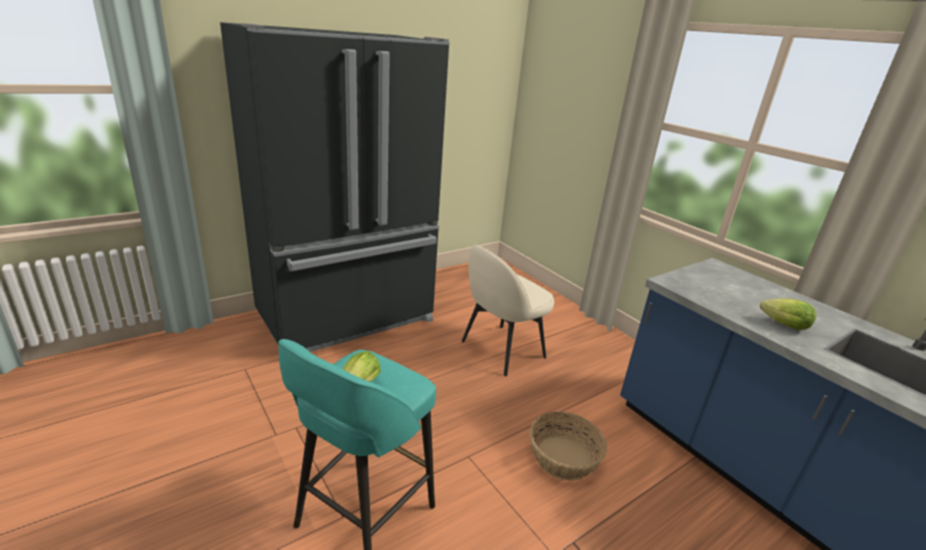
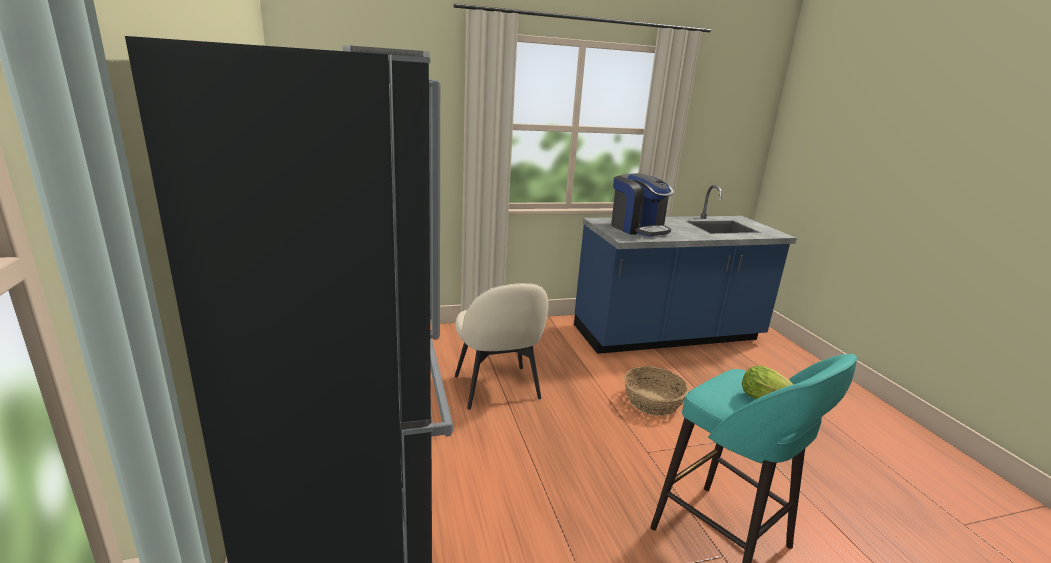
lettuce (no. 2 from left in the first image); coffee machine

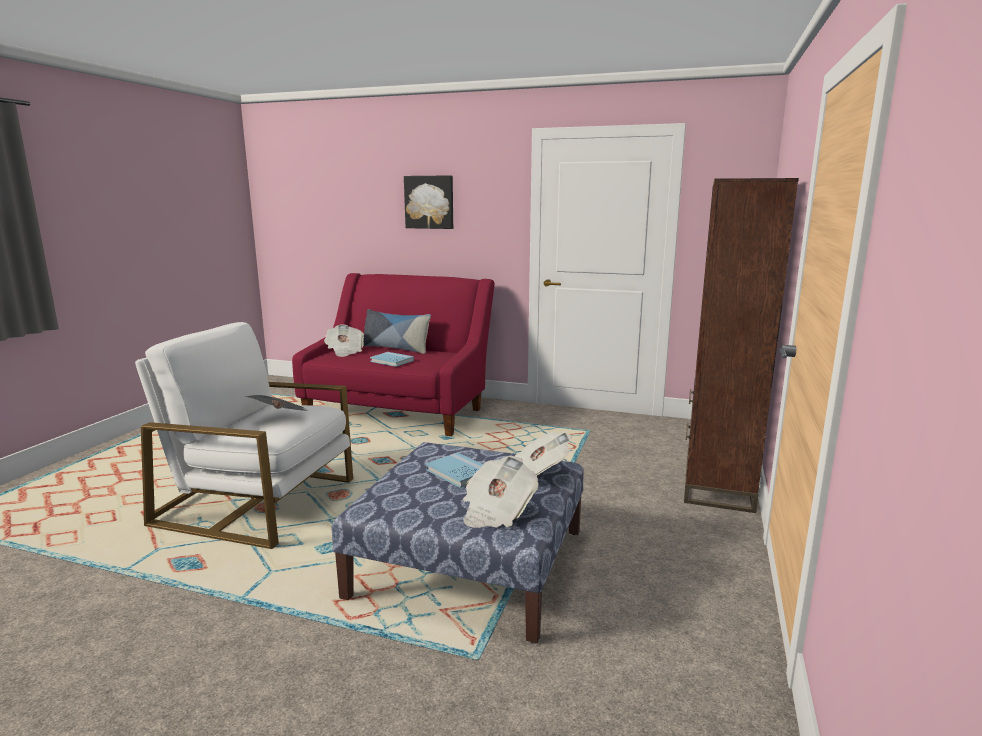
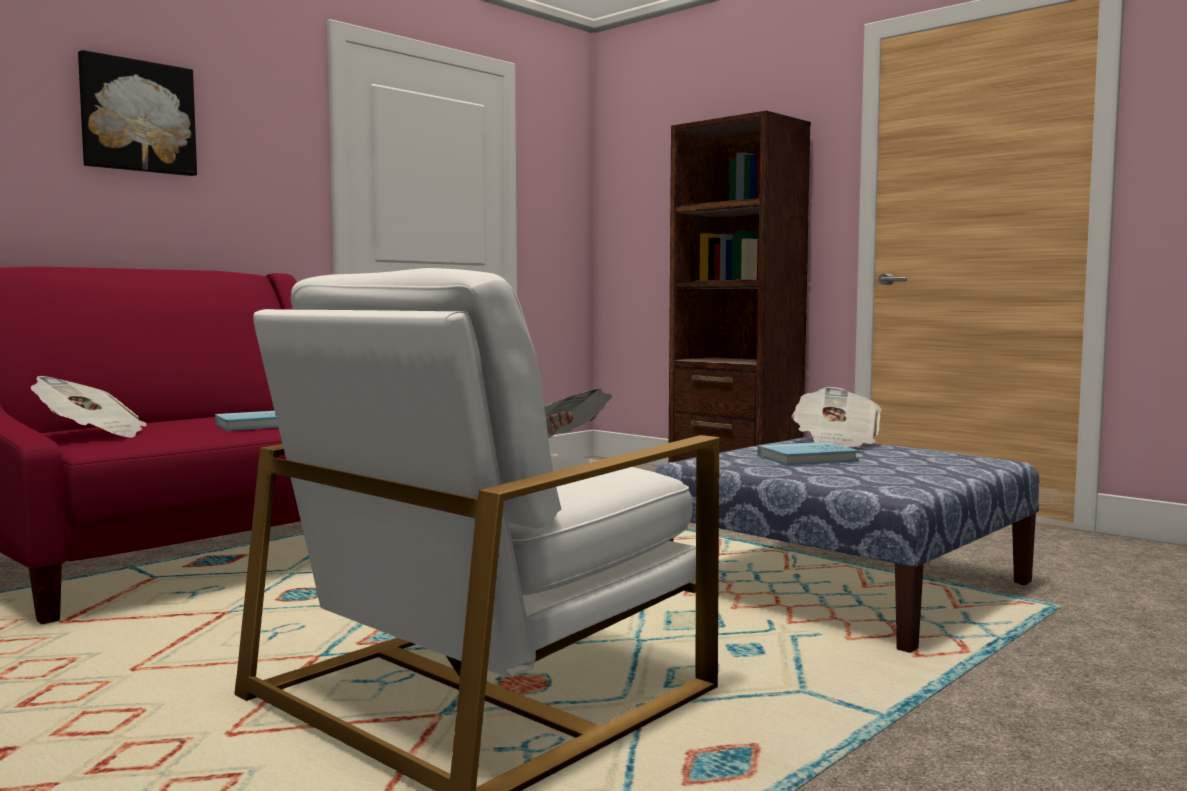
pillow; newspaper (no. 3 from left in the first image)

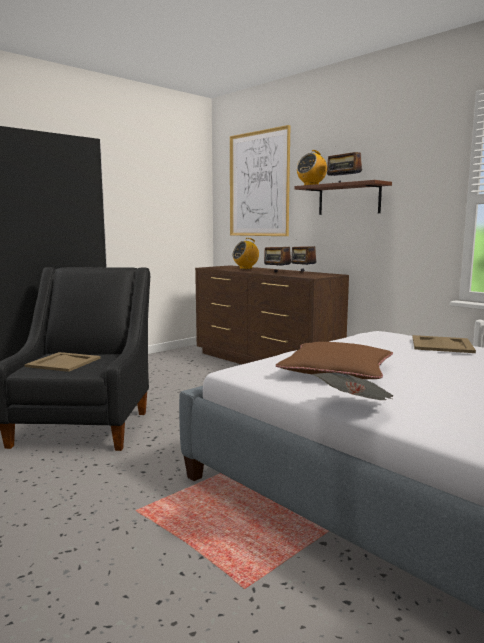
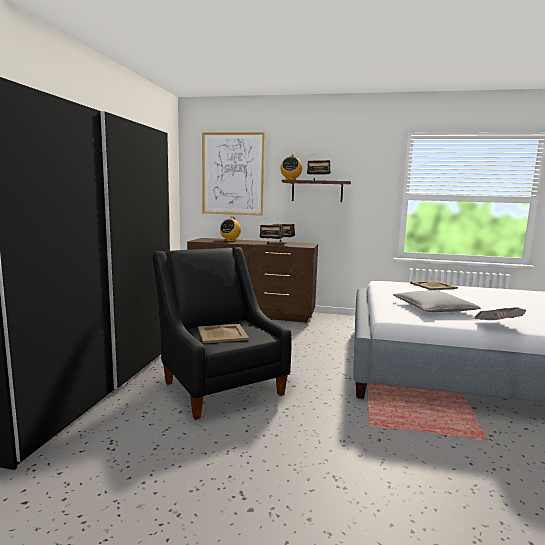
grey pillow

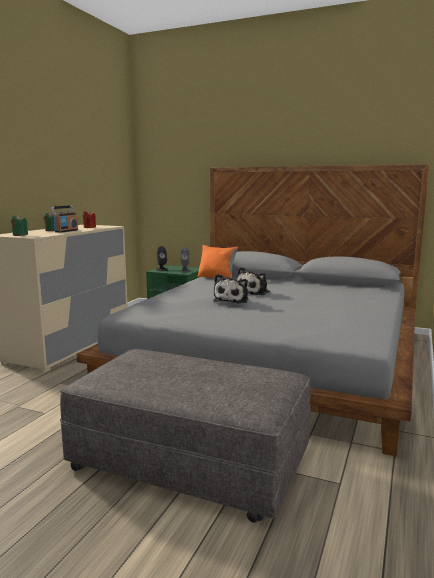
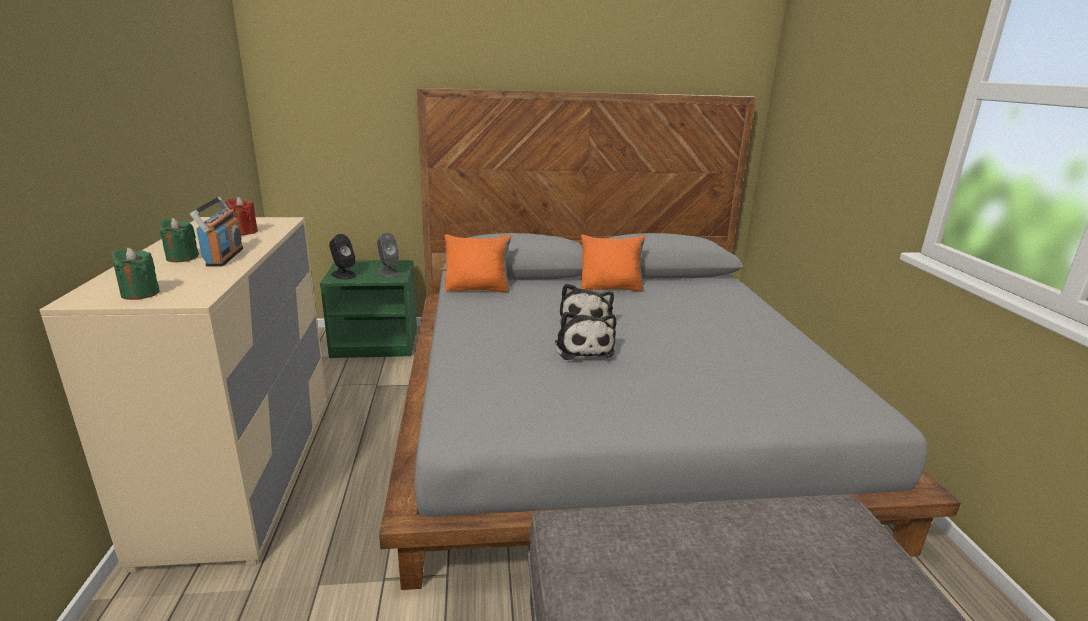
orange pillow (no. 2 from left)

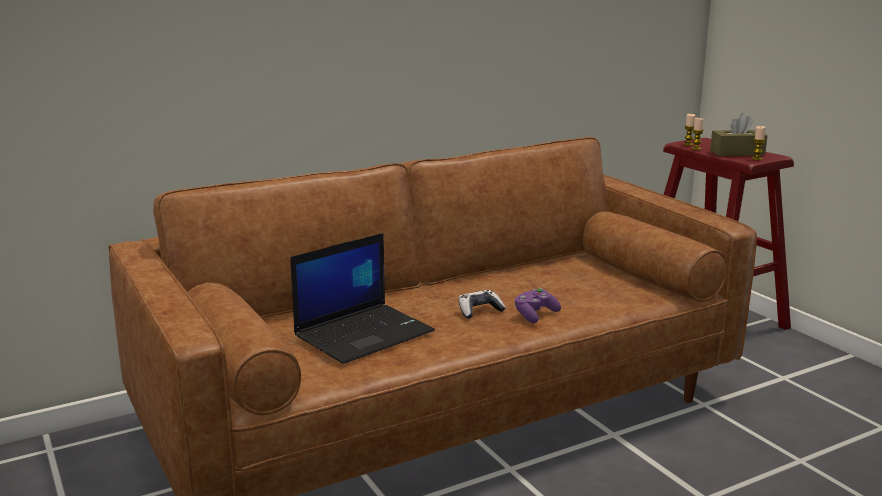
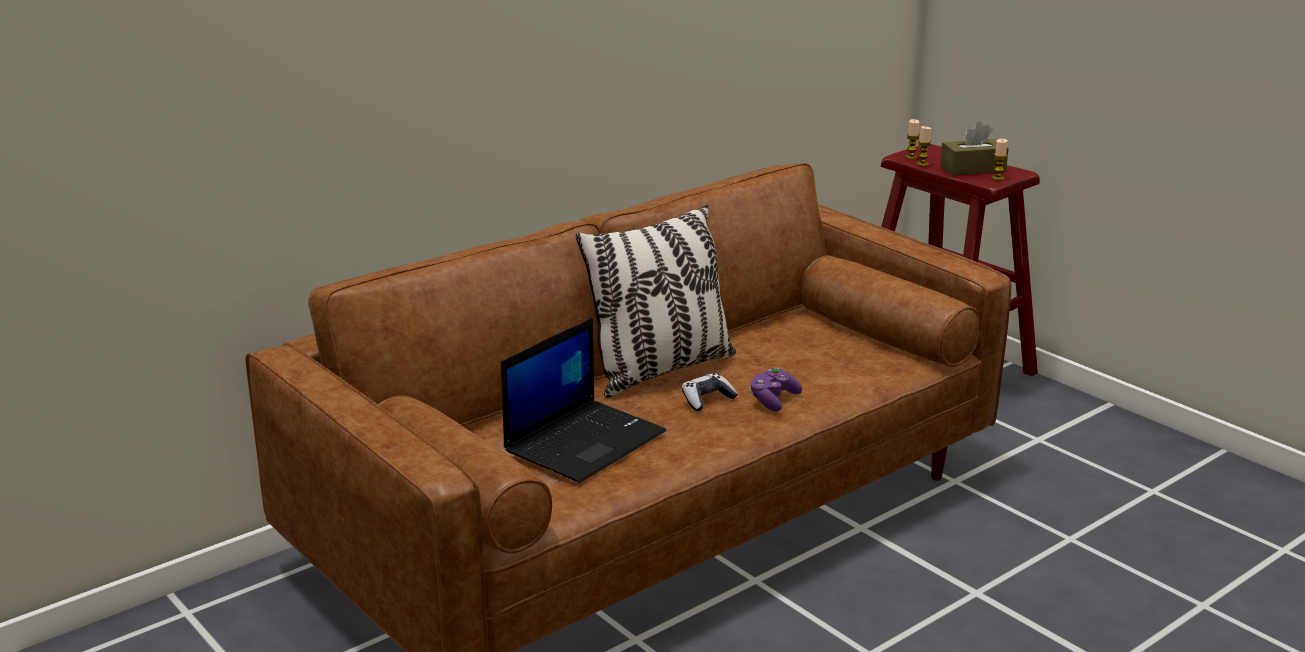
pillow

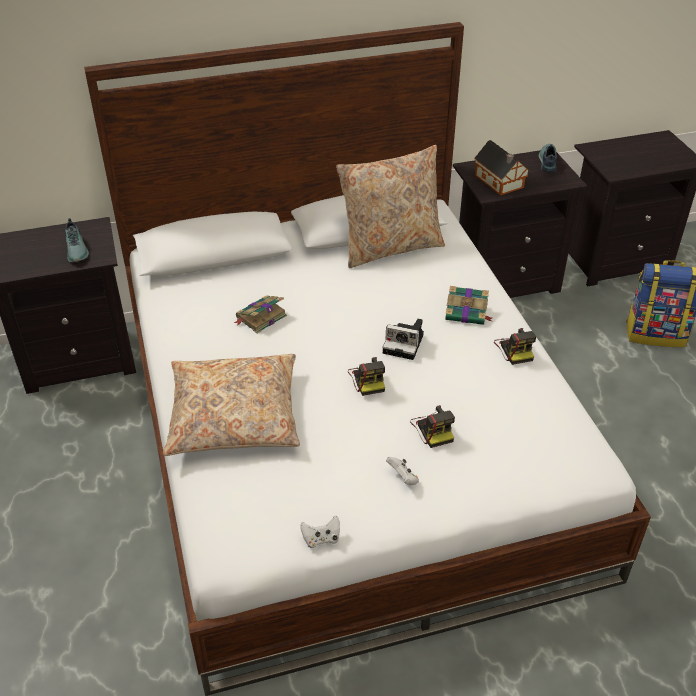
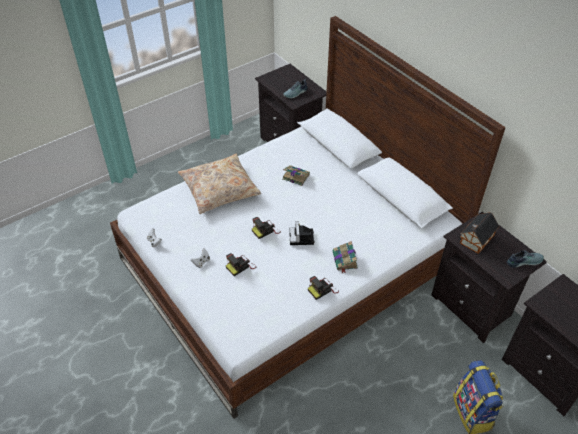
beige pillow (no. 2 from left in the first image)

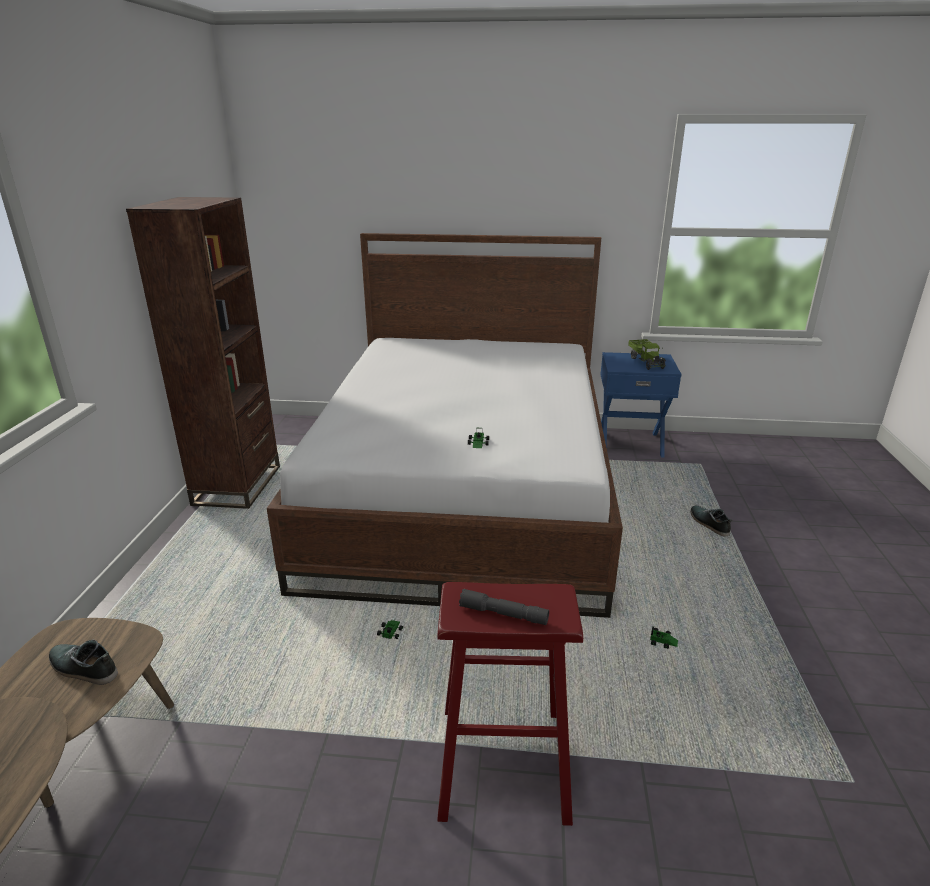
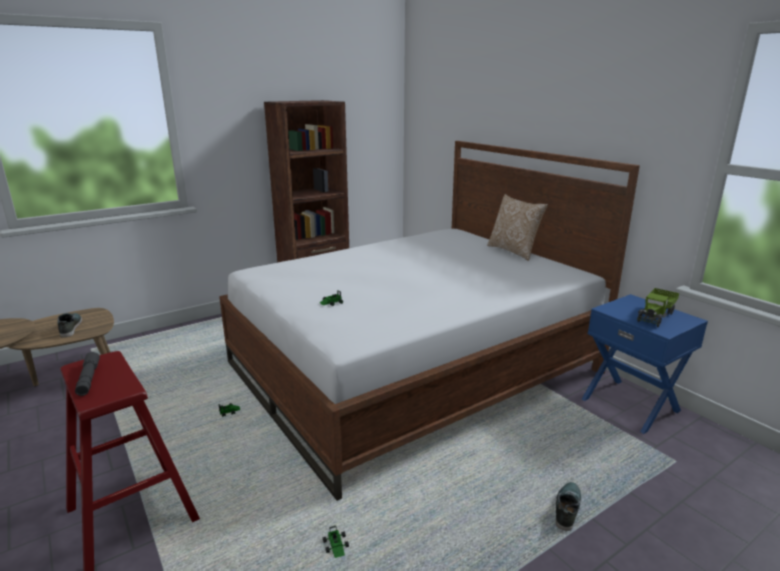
pillow

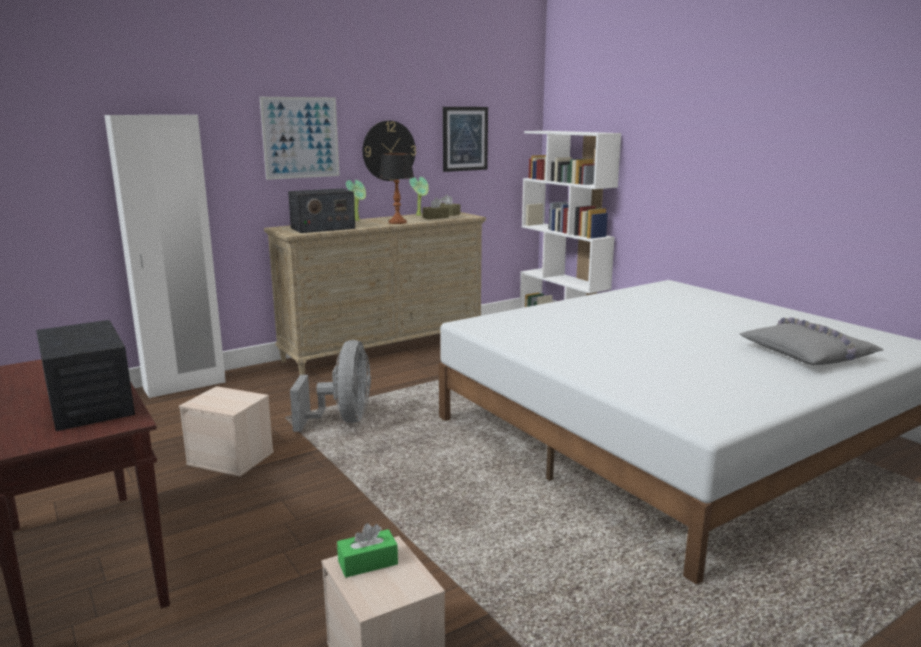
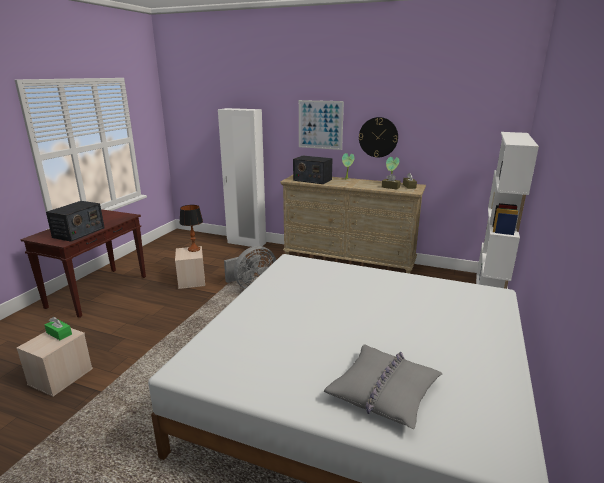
picture (no. 2 from left in the first image); table lamp

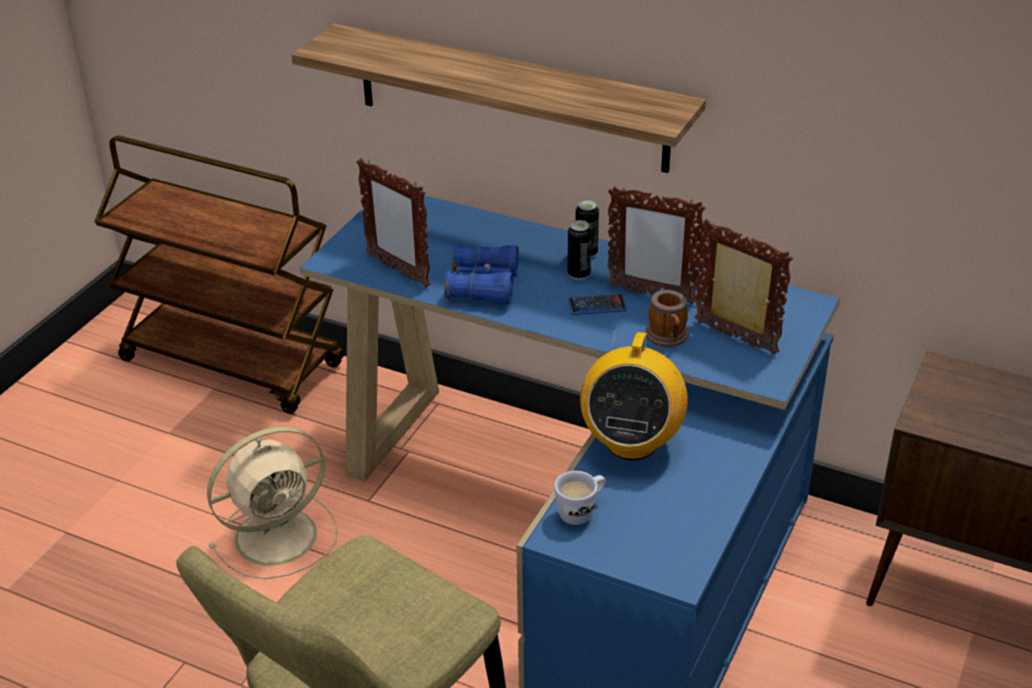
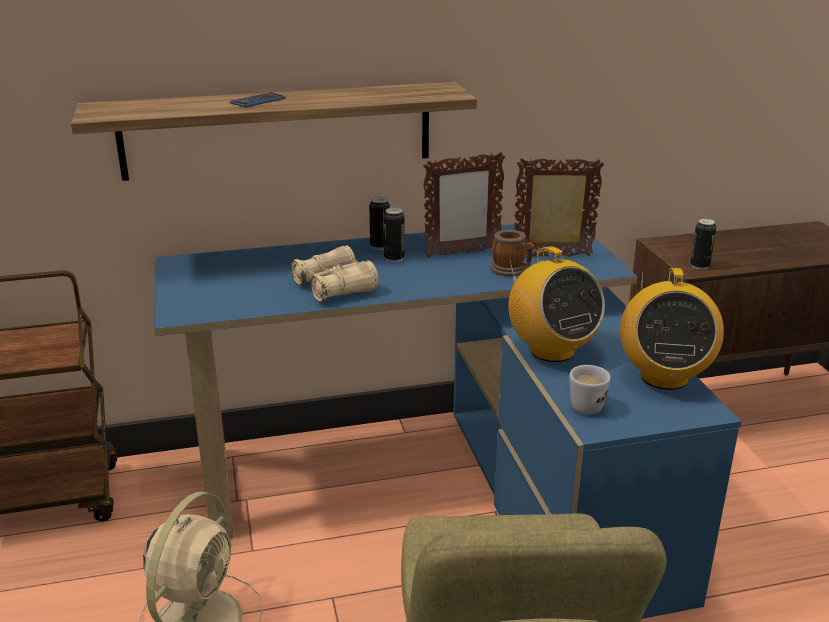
picture frame (no. 1 from left in the first image); beige binoculars; phone; can (no. 3 from left); radio (no. 2 from left)

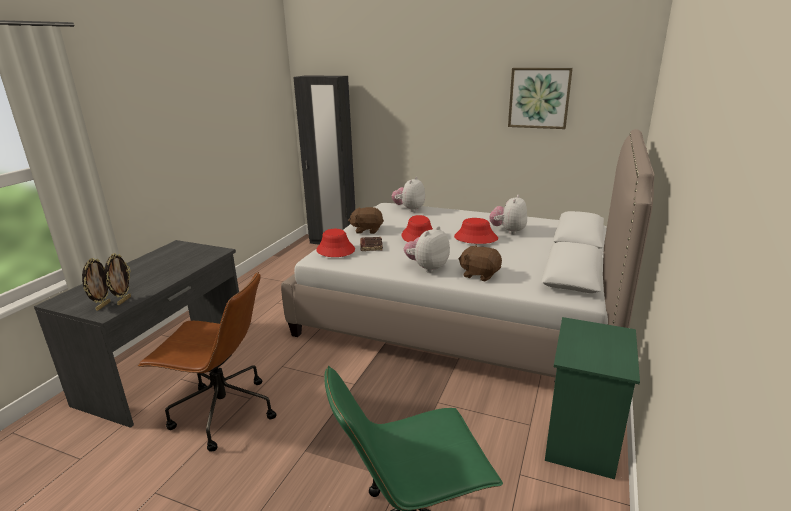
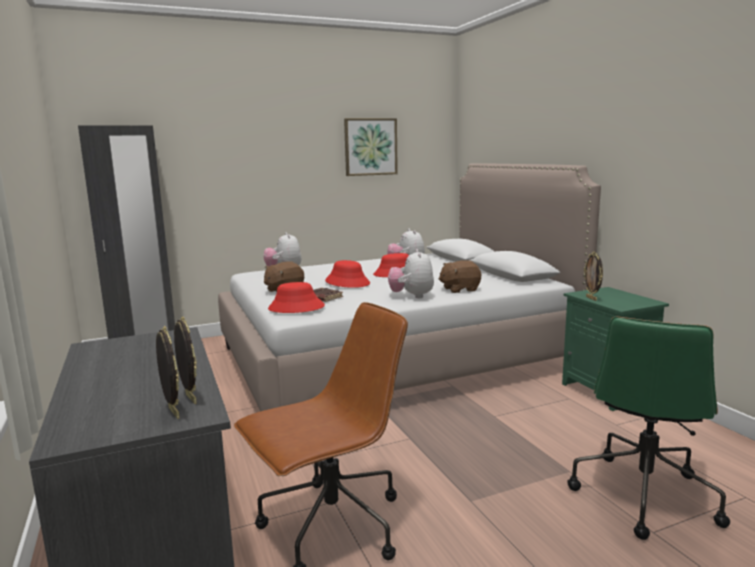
picture frame (no. 3 from left)

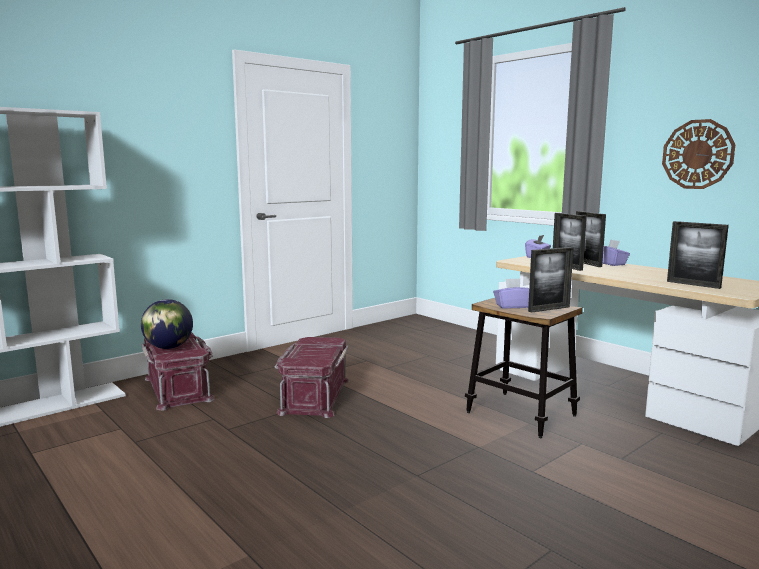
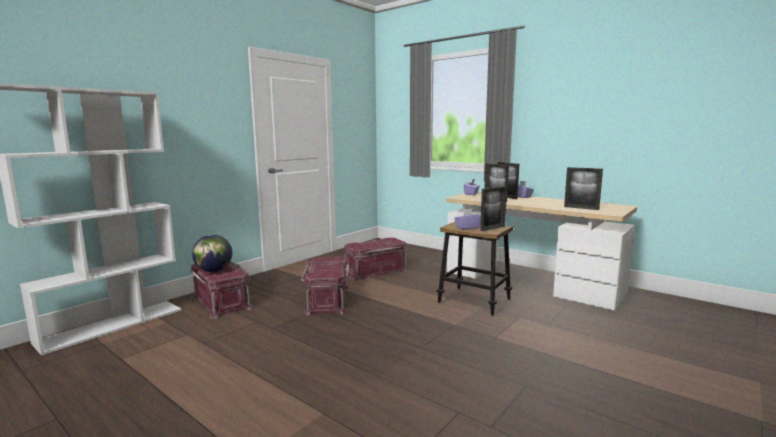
wall clock; red storage box (no. 3 from left)

